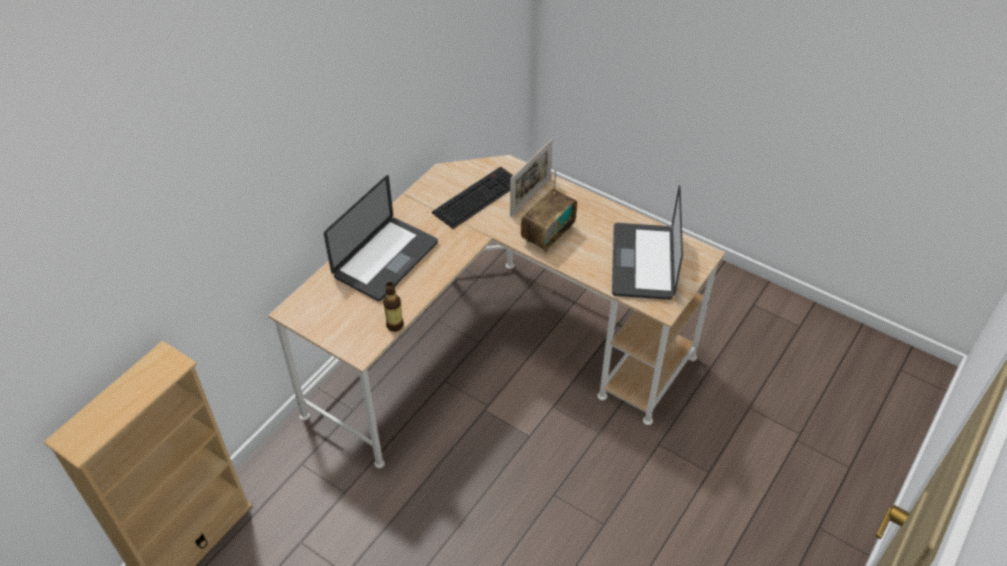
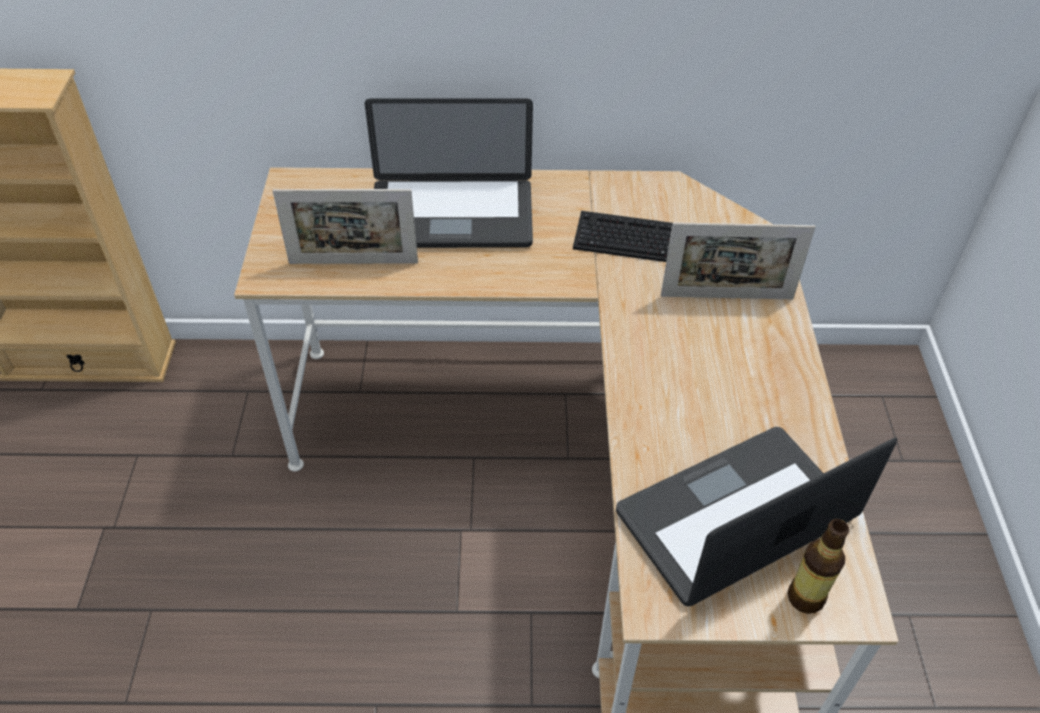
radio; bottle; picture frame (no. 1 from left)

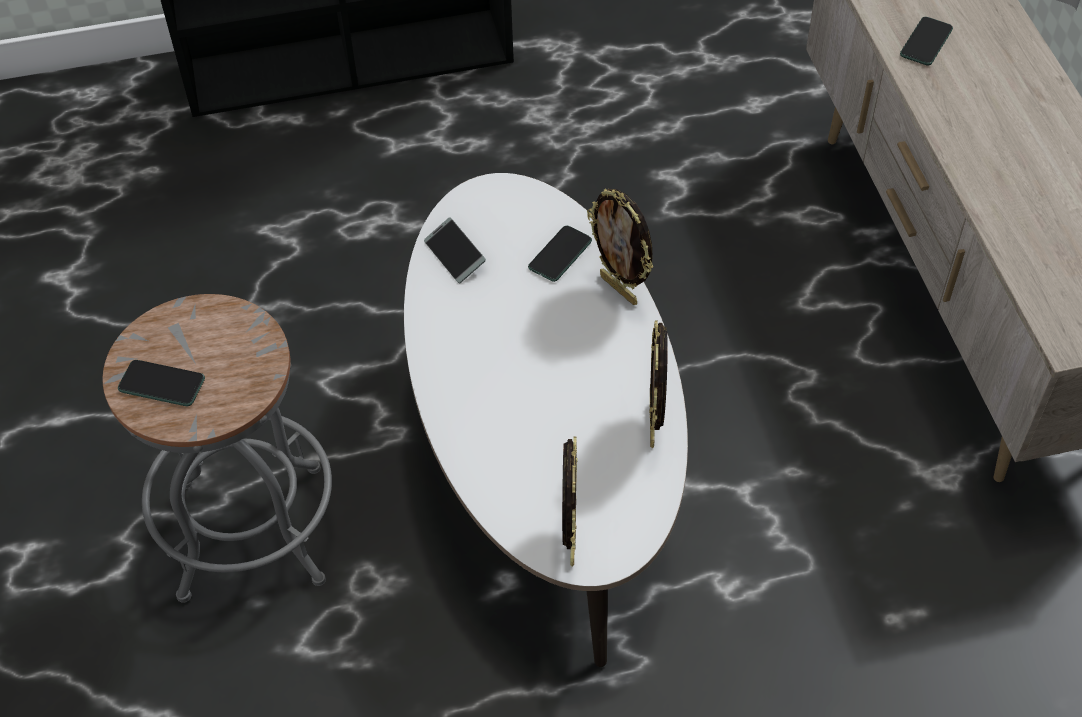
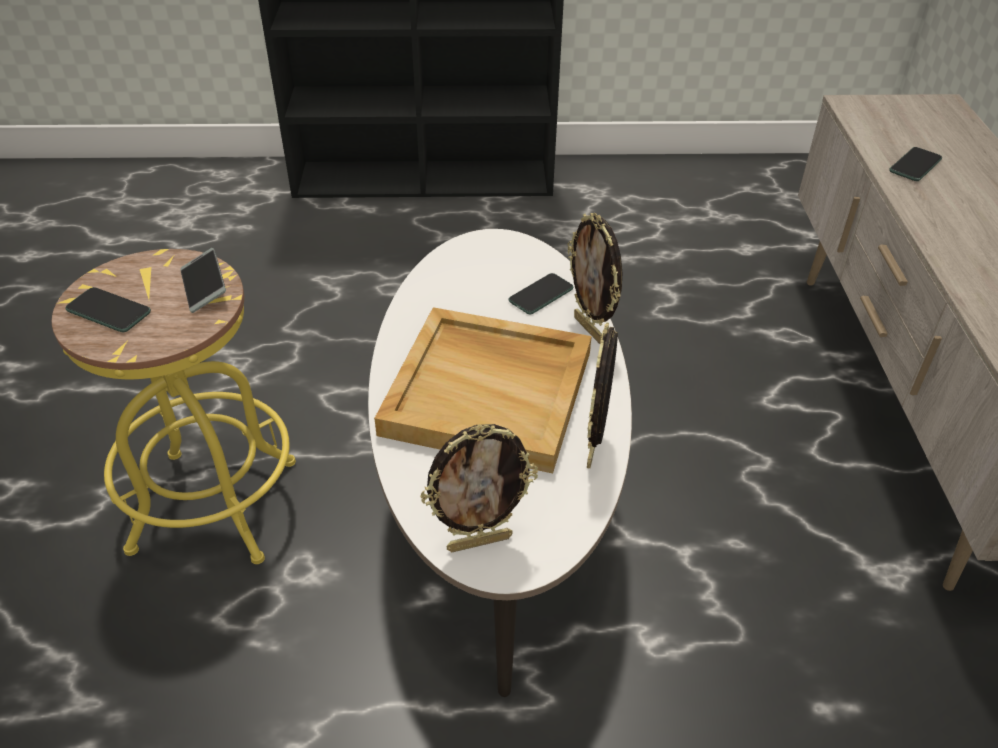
phone (no. 2 from left); yellow stool; picture frame (no. 1 from left); beige tray

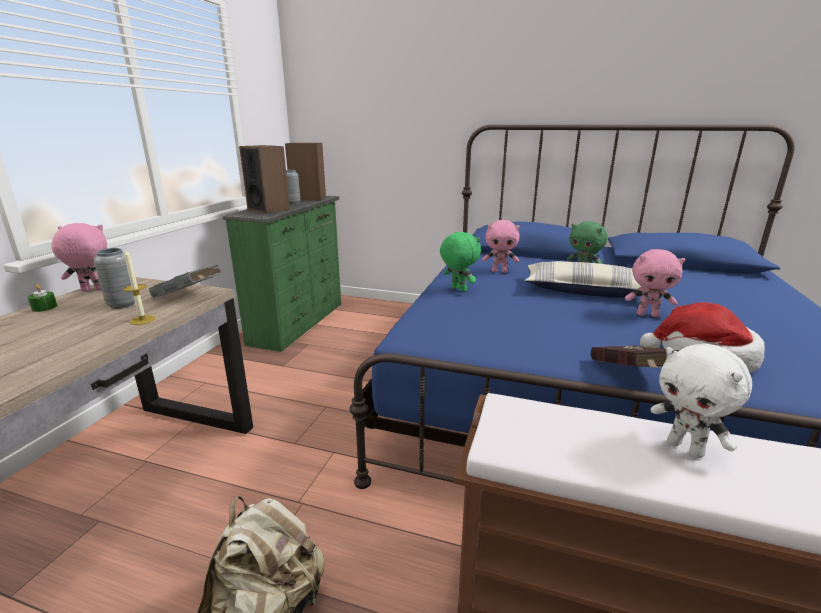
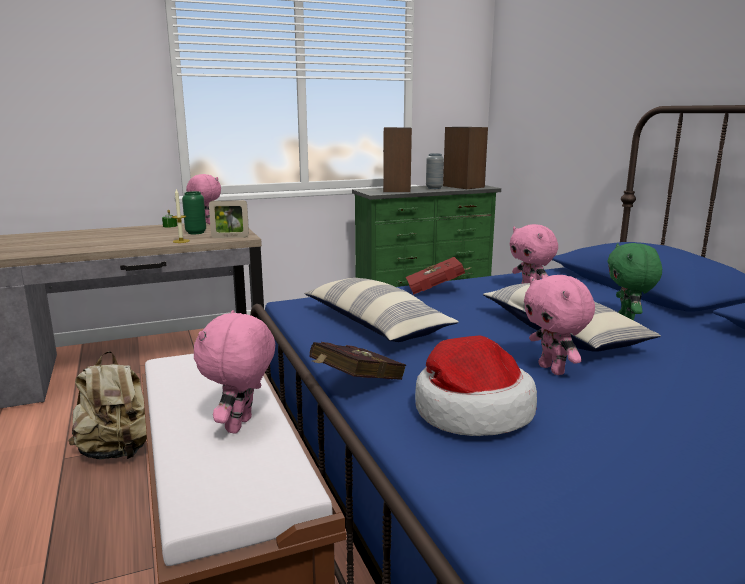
red book (no. 2 from left); green vase; picture frame; pink plush toy (no. 2 from left); pillow (no. 1 from left)

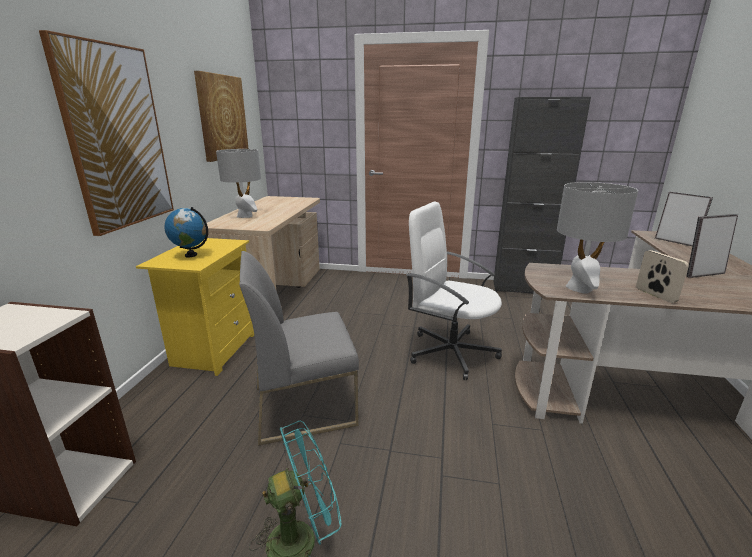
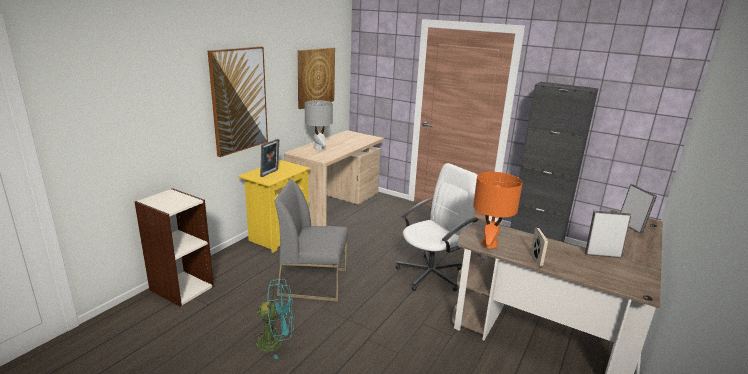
orange table lamp; white office chair; picture frame (no. 1 from left)

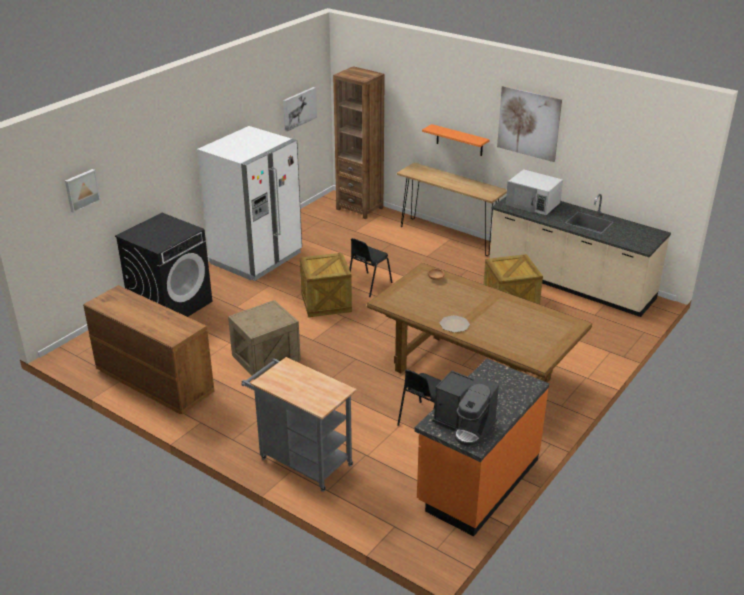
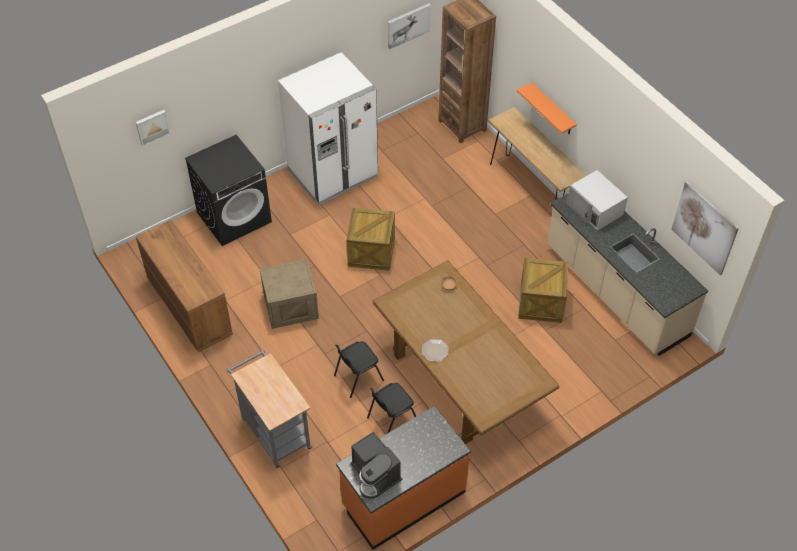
picture (no. 3 from left); black chair (no. 1 from left)

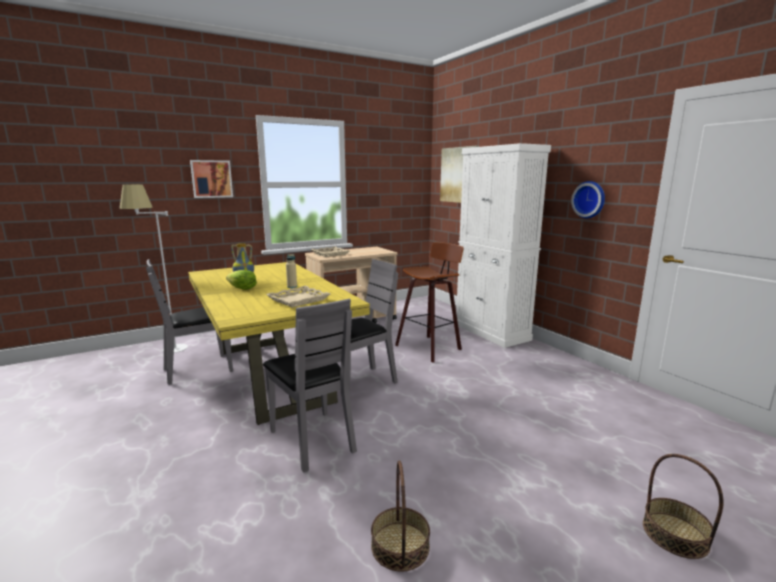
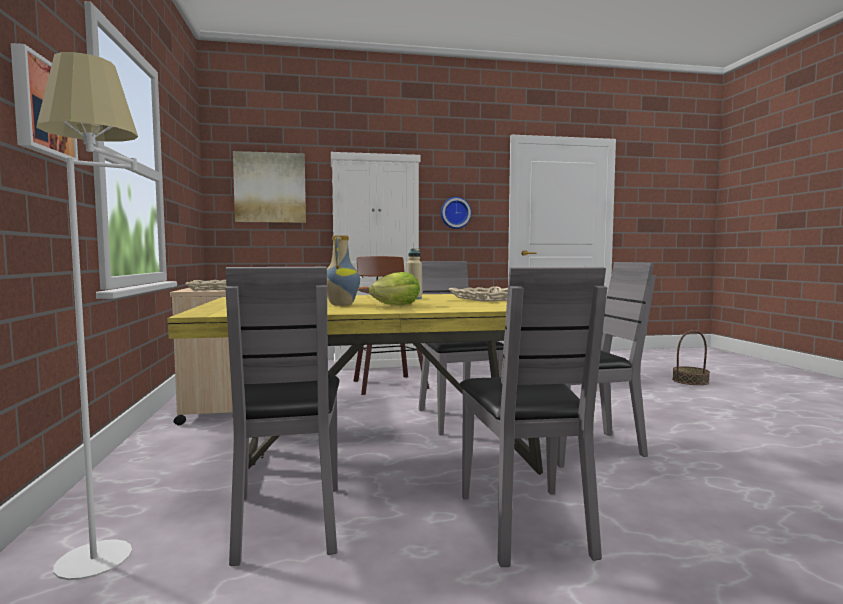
basket (no. 1 from left in the first image); grey chair (no. 3 from left)

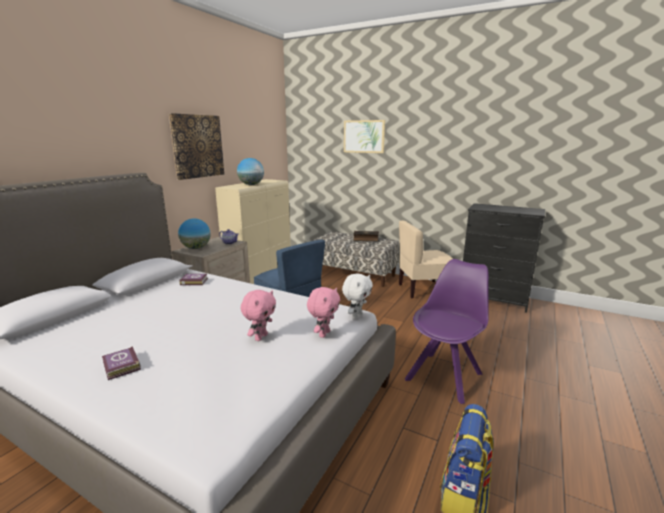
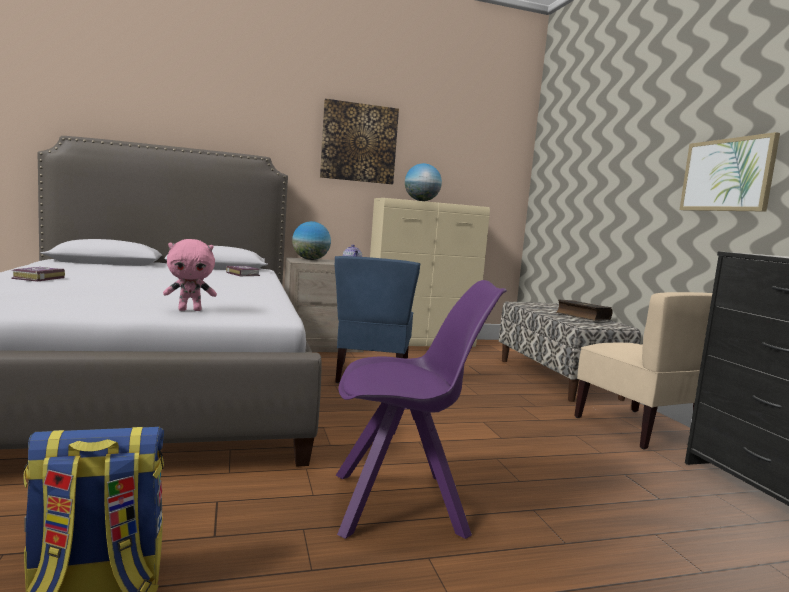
picture (no. 2 from left); beige chair; white plush toy; pink plush toy (no. 1 from left in the first image)

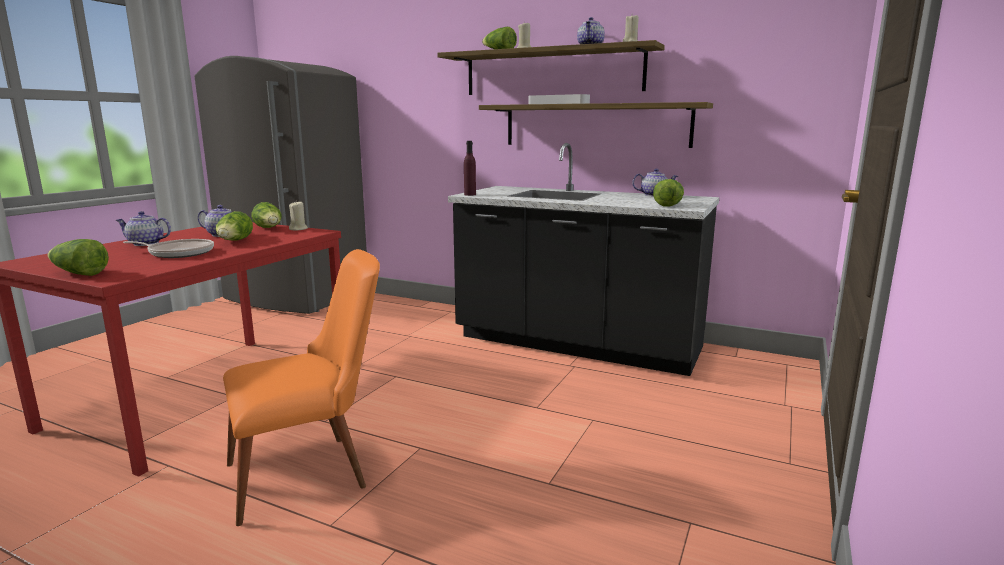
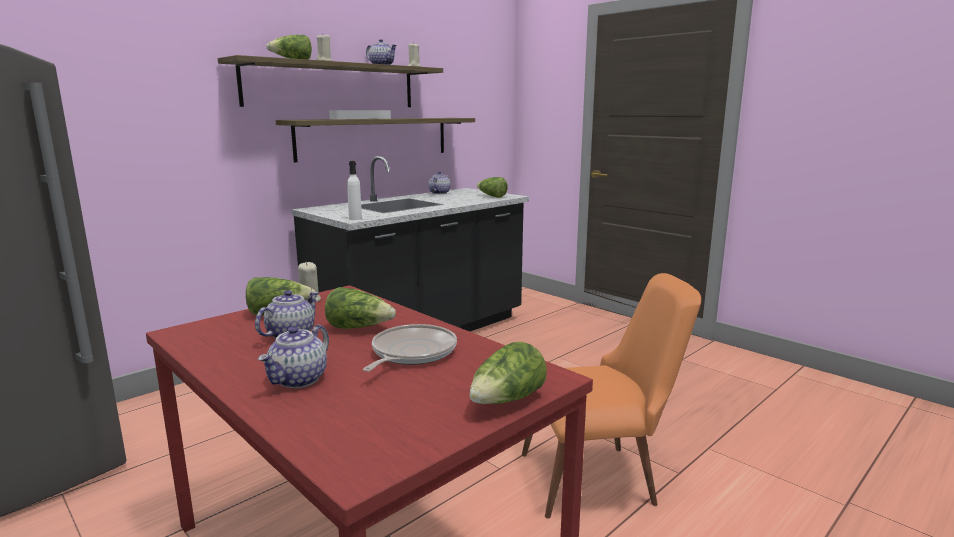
white bottle; orange chair

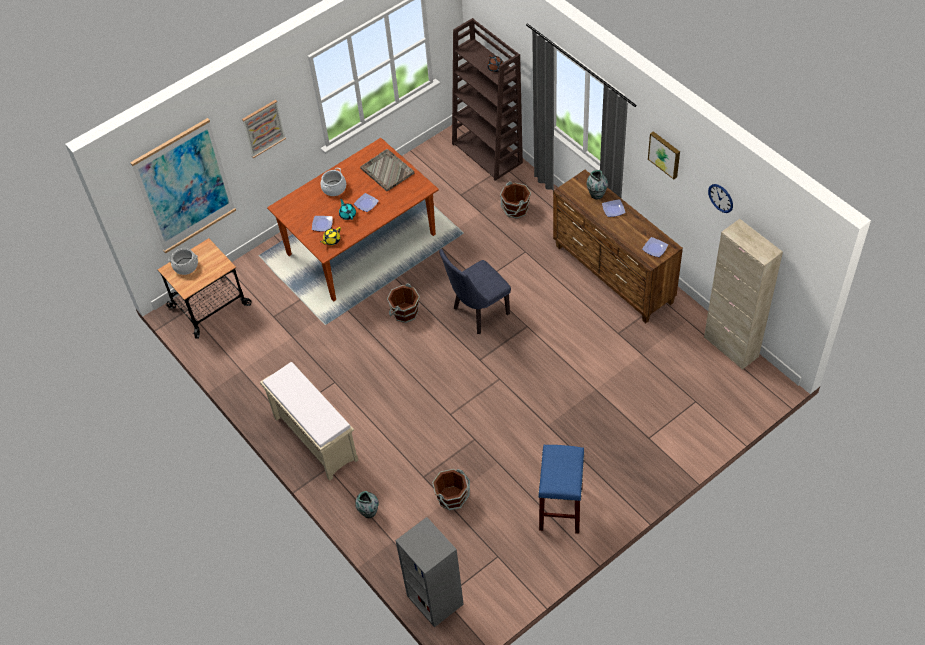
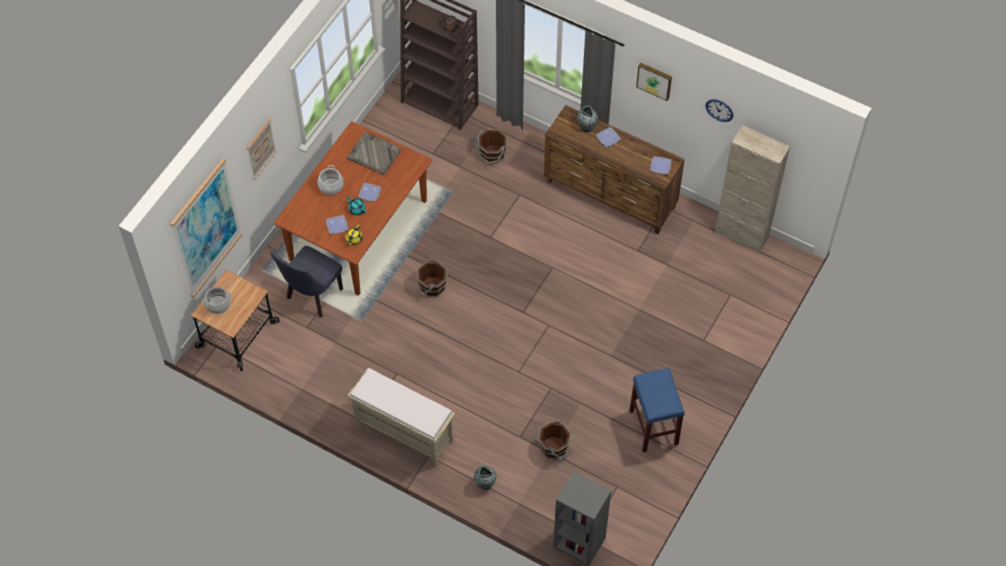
blue chair

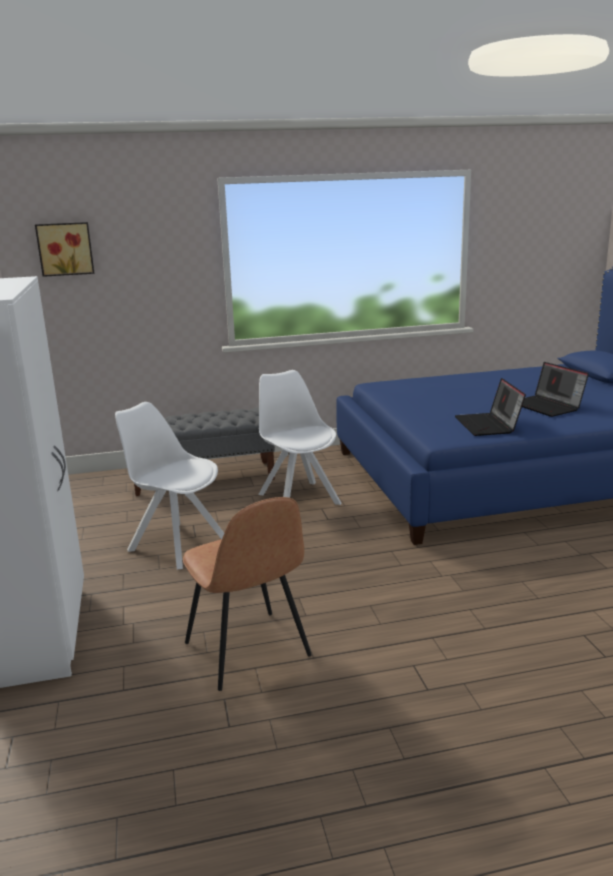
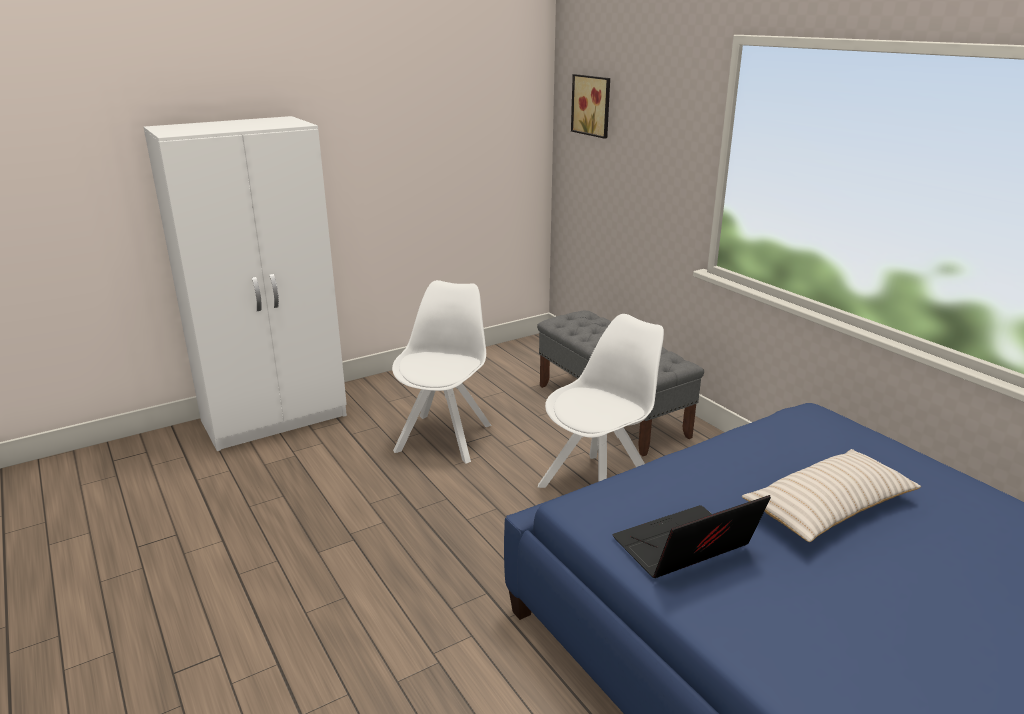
laptop (no. 2 from left in the first image); brown chair; beige pillow

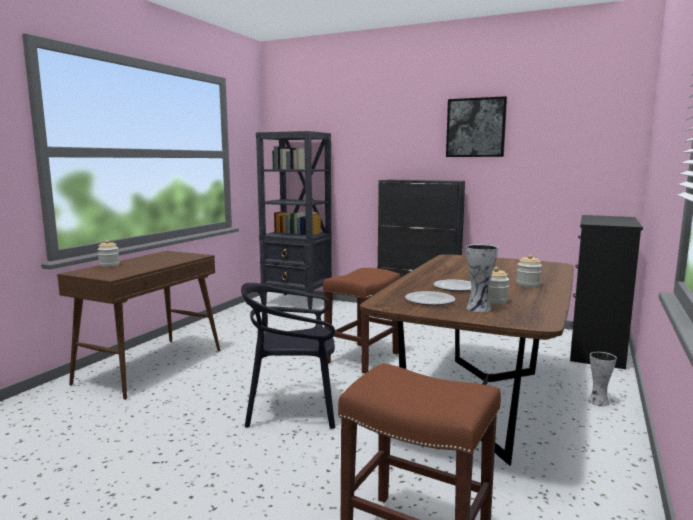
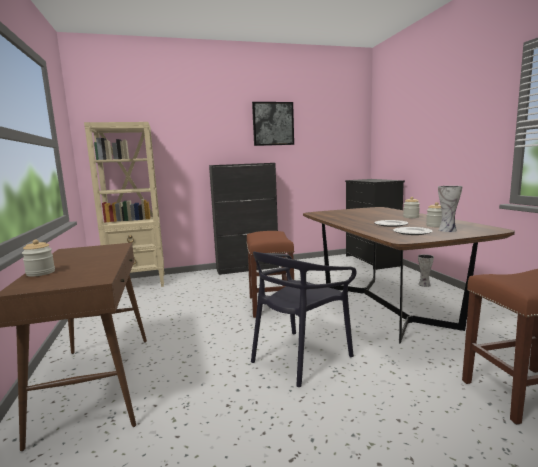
beige bookcase

